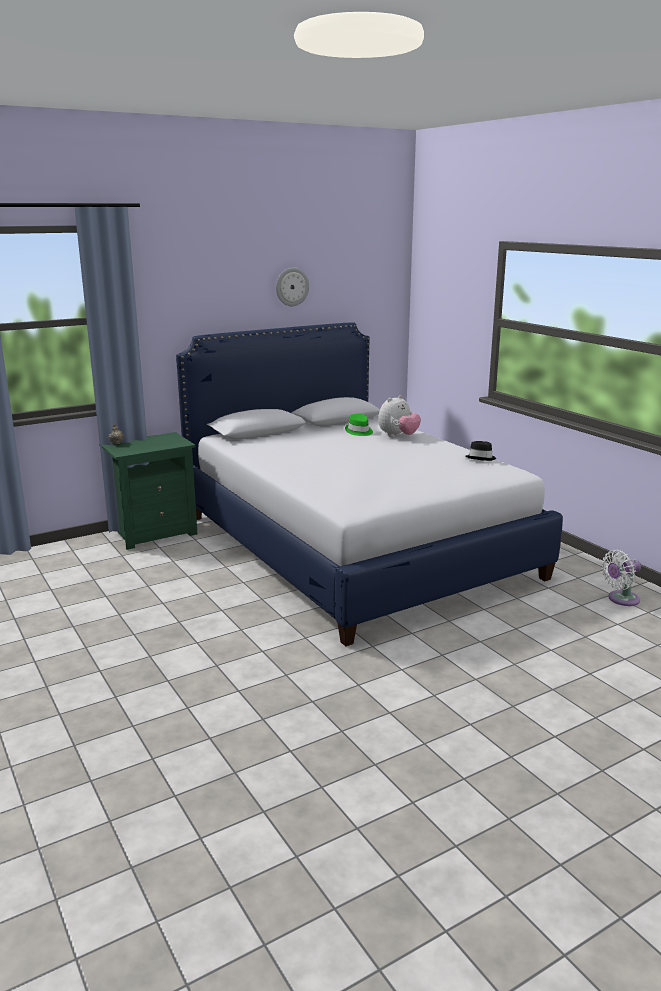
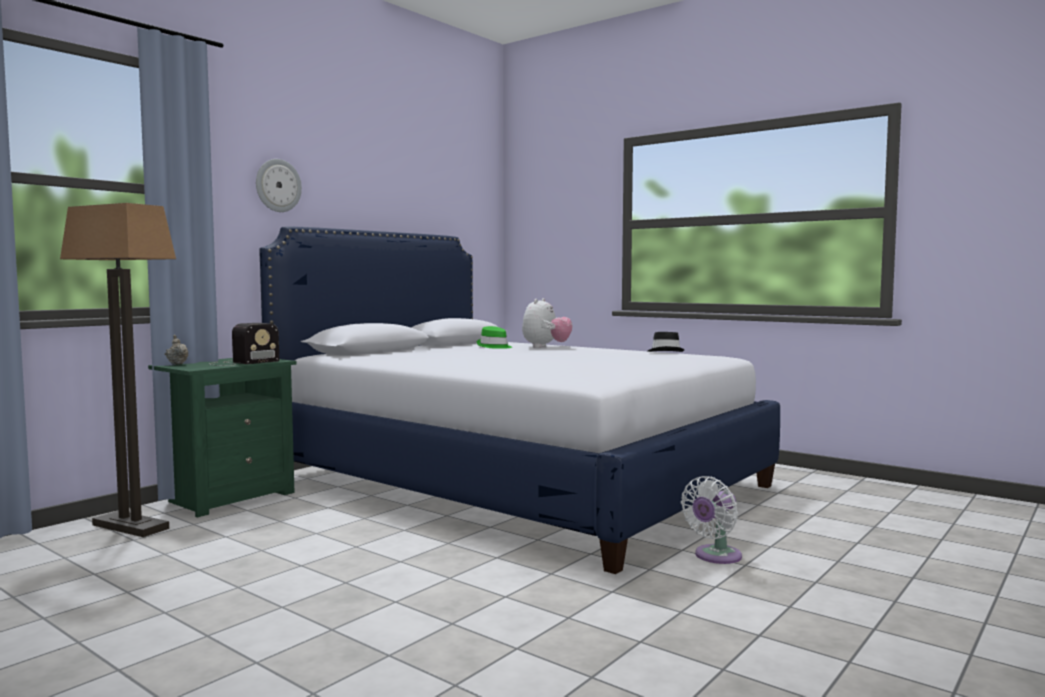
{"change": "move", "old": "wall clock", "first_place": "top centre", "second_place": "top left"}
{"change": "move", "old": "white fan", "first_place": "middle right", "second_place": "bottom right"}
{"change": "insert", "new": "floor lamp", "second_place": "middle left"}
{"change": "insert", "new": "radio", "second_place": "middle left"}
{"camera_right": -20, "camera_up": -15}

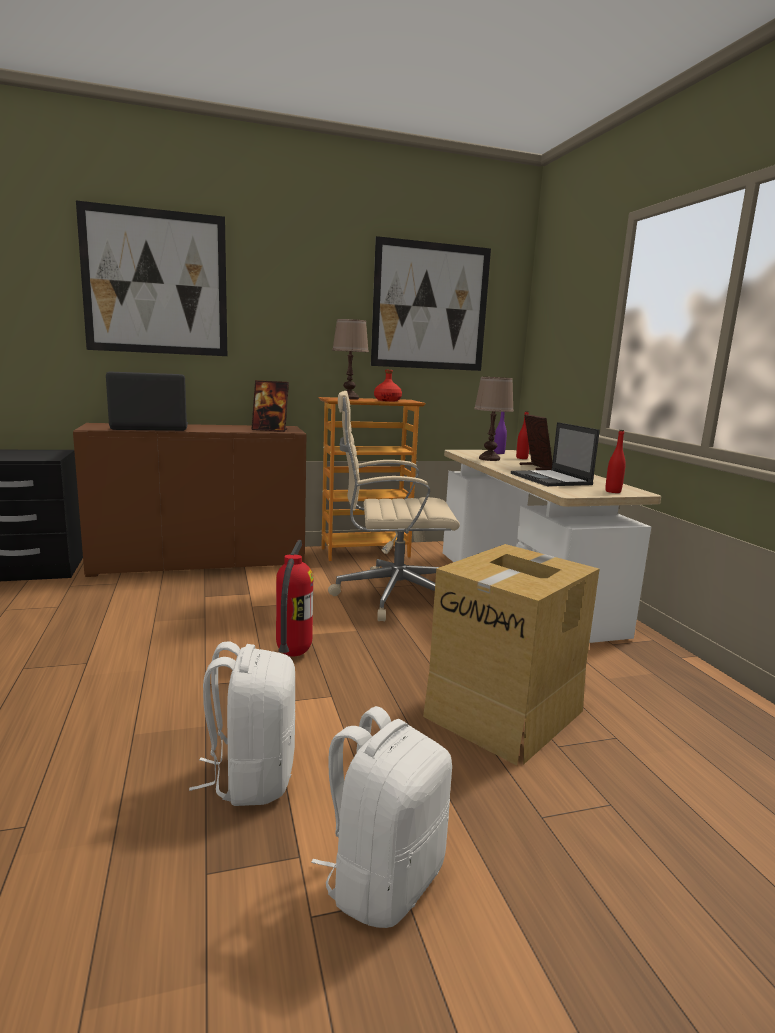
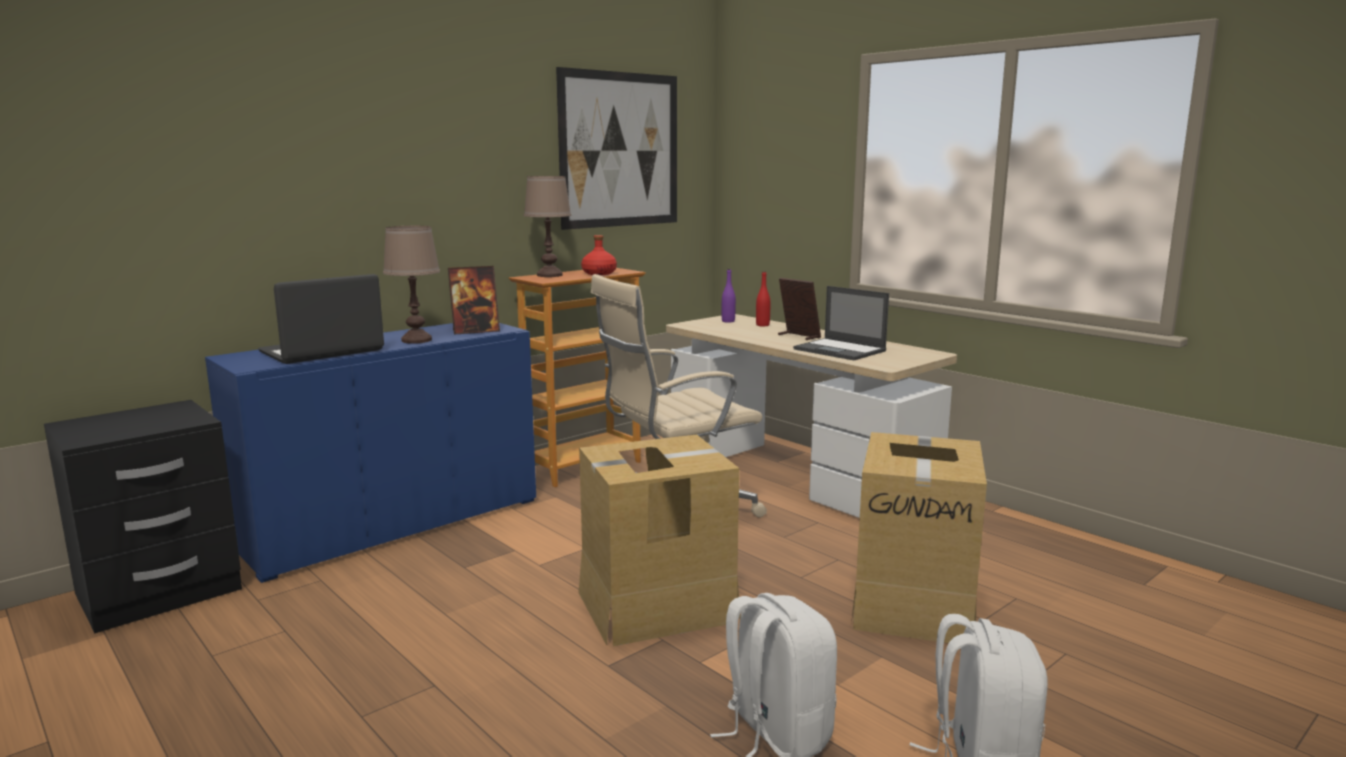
{"change": "recolor", "old": "brown cabinet", "new": "blue cabinet", "first_place": "middle left", "second_place": "middle left"}
{"change": "delete", "old": "picture (1st from left)", "first_place": "top left"}
{"change": "replace", "old": "fire extinguisher", "new": "cardboard box (1st from left)", "first_place": "centre", "second_place": "bottom centre"}
{"change": "move", "old": "brown table lamp (2nd from left in the first image)", "new": "brown table lamp (1st from left)", "first_place": "centre", "second_place": "middle left"}
{"change": "delete", "old": "red bottle (3rd from left)", "first_place": "middle right"}
{"camera_right": -25, "camera_up": 0}

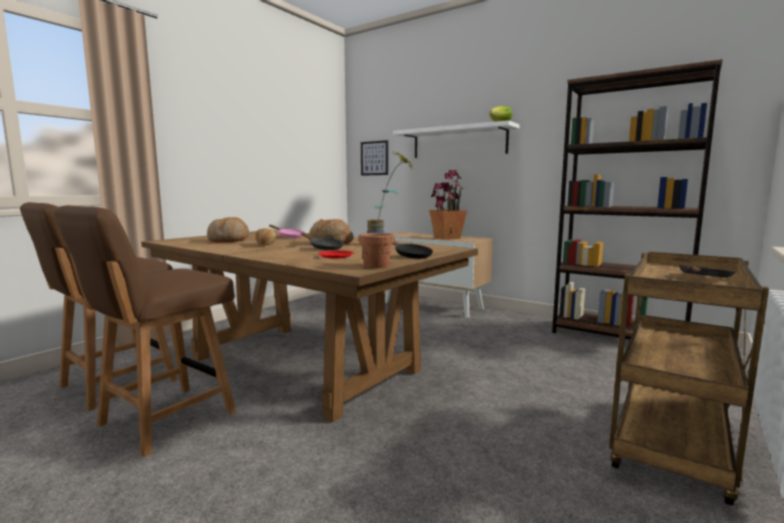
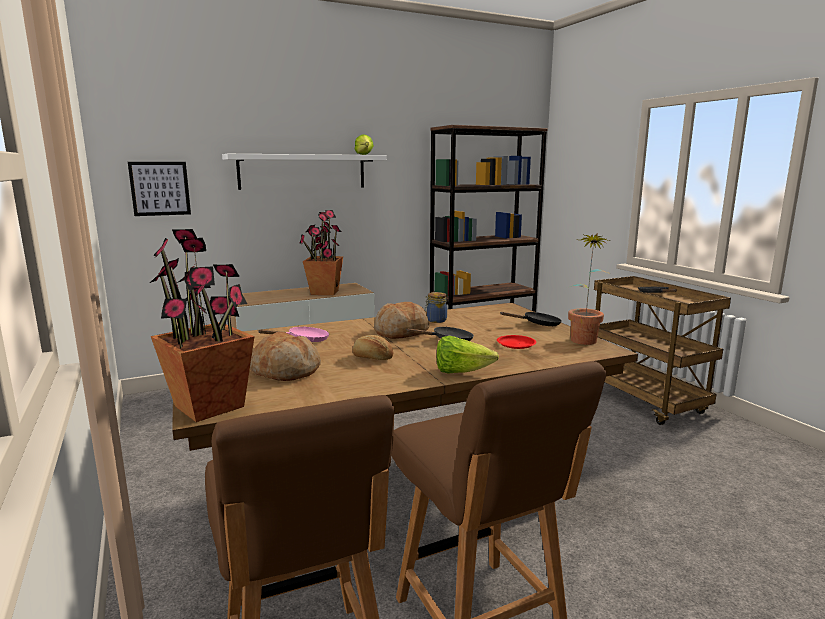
{"change": "insert", "new": "potted plant (1st from left)", "second_place": "middle left"}
{"change": "insert", "new": "lettuce (2nd from left)", "second_place": "centre"}
{"camera_right": -60, "camera_up": 5}

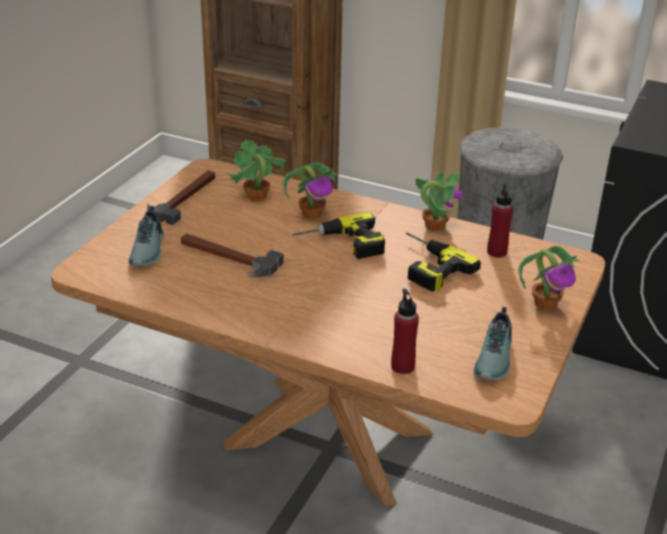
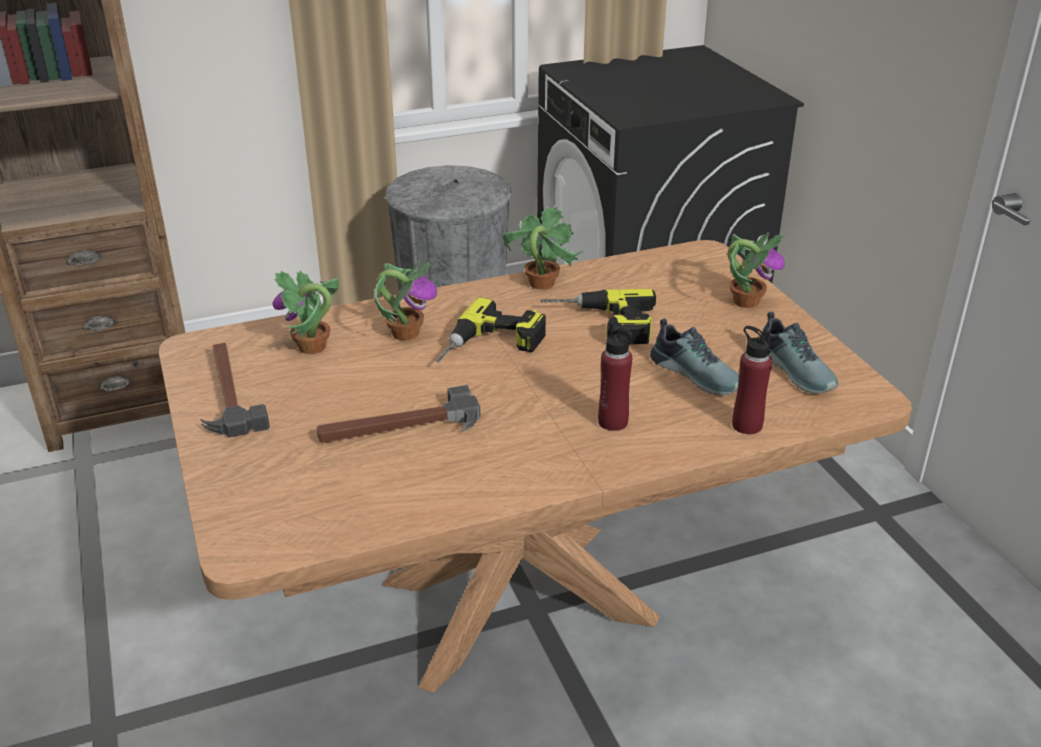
{"change": "move", "old": "shoe (1st from left)", "first_place": "middle left", "second_place": "middle right"}
{"change": "move", "old": "red bottle (2nd from left in the first image)", "new": "red bottle (1st from left)", "first_place": "middle right", "second_place": "centre"}
{"camera_right": -45, "camera_up": 0}

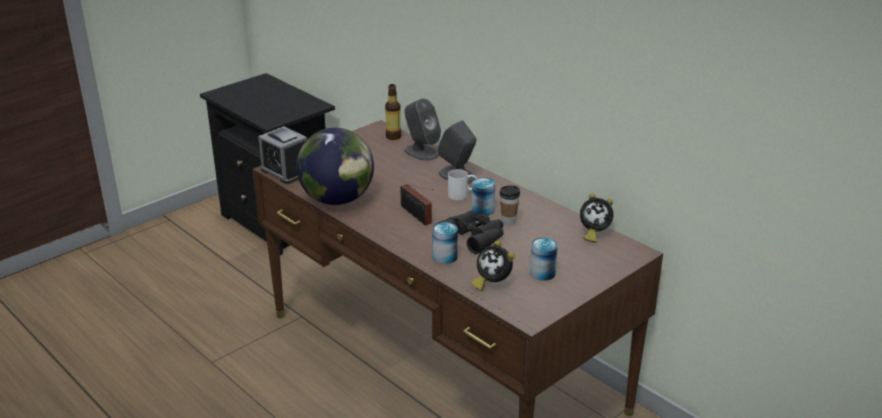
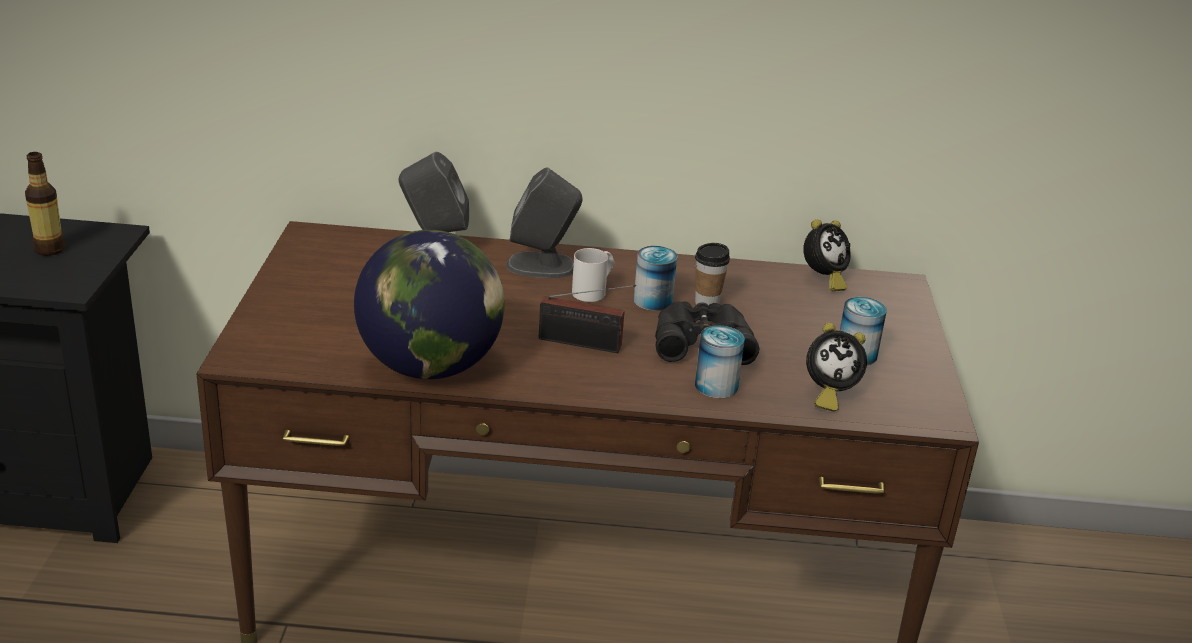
{"change": "delete", "old": "alarm clock (1st from left)", "first_place": "middle left"}
{"change": "move", "old": "bottle", "first_place": "top centre", "second_place": "top left"}
{"camera_right": -45, "camera_up": 0}

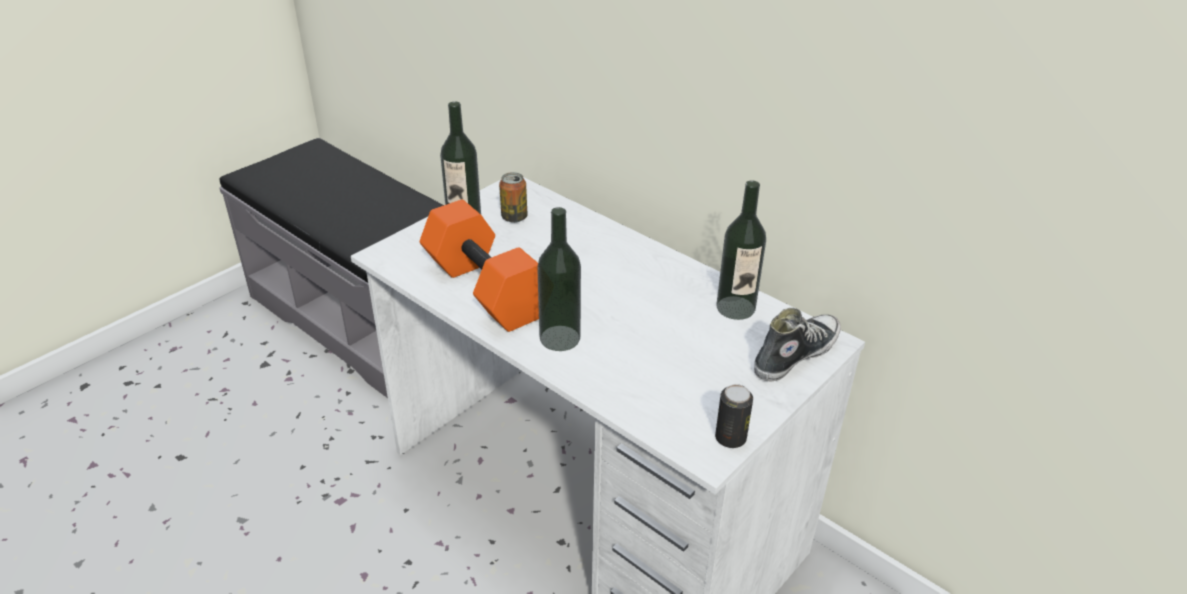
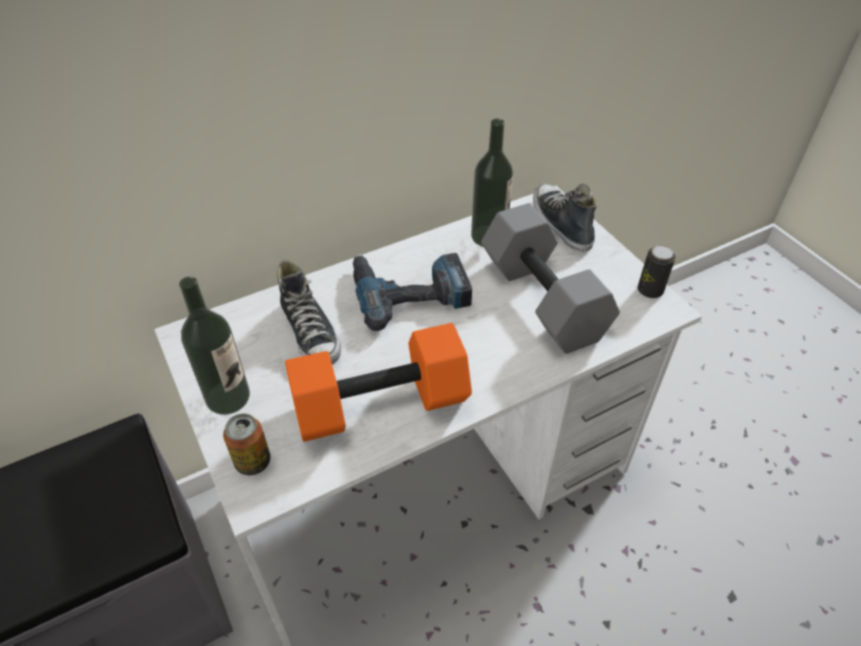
{"change": "move", "old": "can (1st from left)", "first_place": "top centre", "second_place": "bottom left"}
{"change": "delete", "old": "bottle (2nd from left)", "first_place": "centre"}
{"change": "insert", "new": "shoe (1st from left)", "second_place": "centre"}
{"change": "insert", "new": "power drill", "second_place": "centre"}
{"change": "insert", "new": "grey dumbbell", "second_place": "centre"}
{"camera_right": -70, "camera_up": 10}

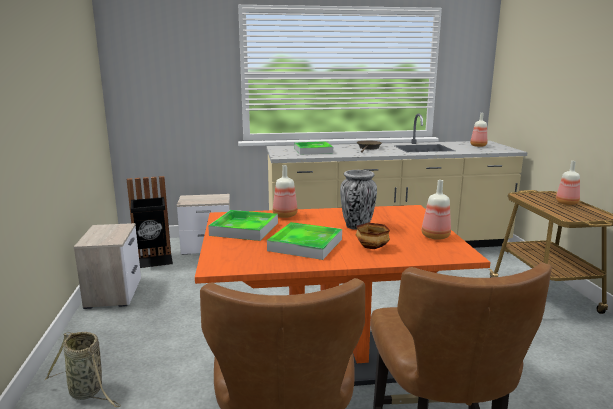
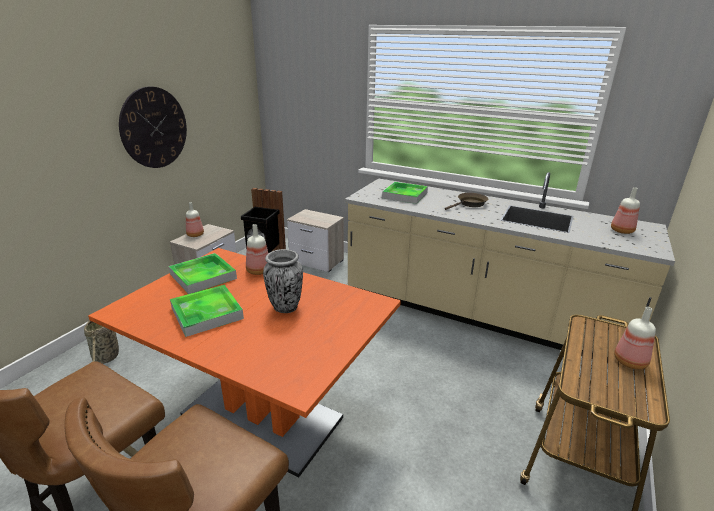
{"change": "delete", "old": "bowl", "first_place": "centre"}
{"change": "move", "old": "bottle (2nd from left in the first image)", "new": "bottle (1st from left)", "first_place": "middle right", "second_place": "middle left"}
{"change": "insert", "new": "wall clock", "second_place": "top left"}
{"camera_right": 35, "camera_up": 10}

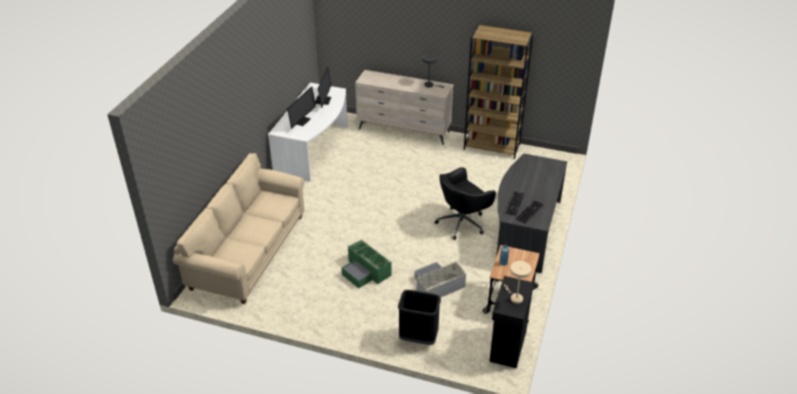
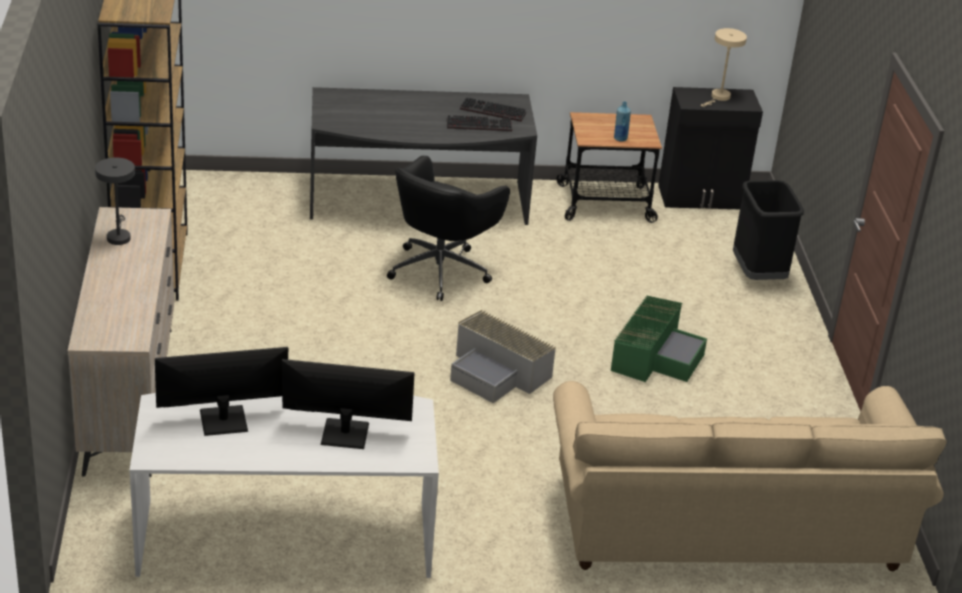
{"change": "move", "old": "grey storage box", "first_place": "bottom centre", "second_place": "centre"}
{"change": "rotate", "old": "black office chair", "first_place": "centre", "second_place": "centre", "degrees": 90}
{"camera_right": -115, "camera_up": -5}

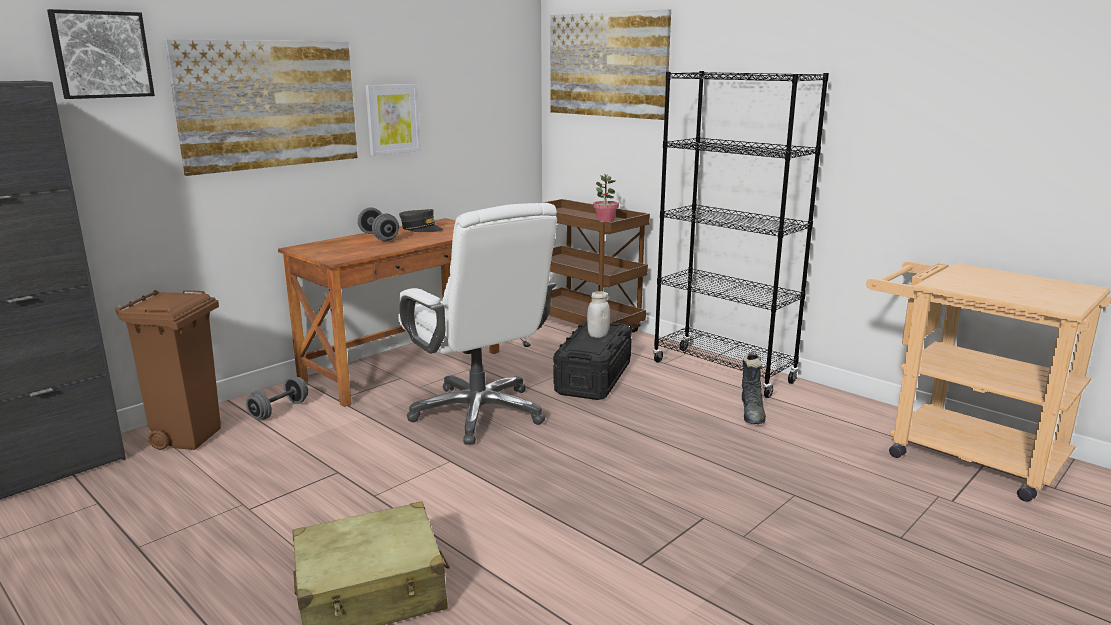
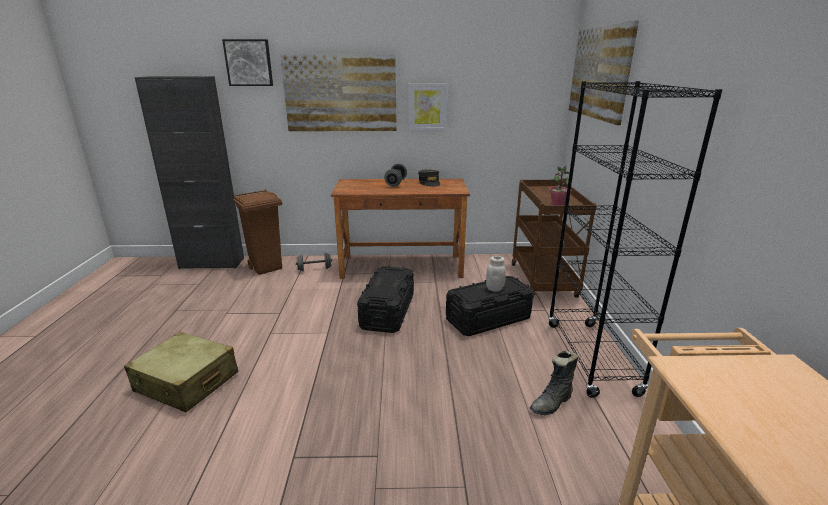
{"change": "replace", "old": "white office chair", "new": "black storage box (1st from left)", "first_place": "centre", "second_place": "centre"}
{"camera_right": 45, "camera_up": 5}

